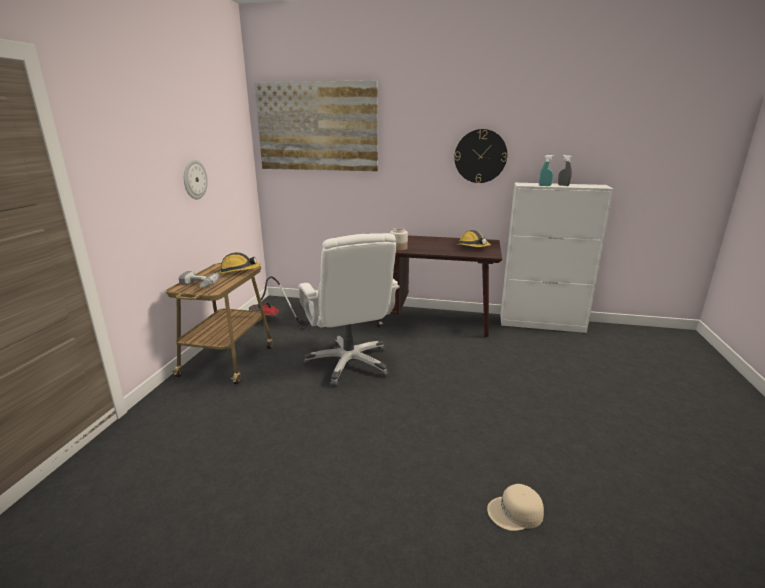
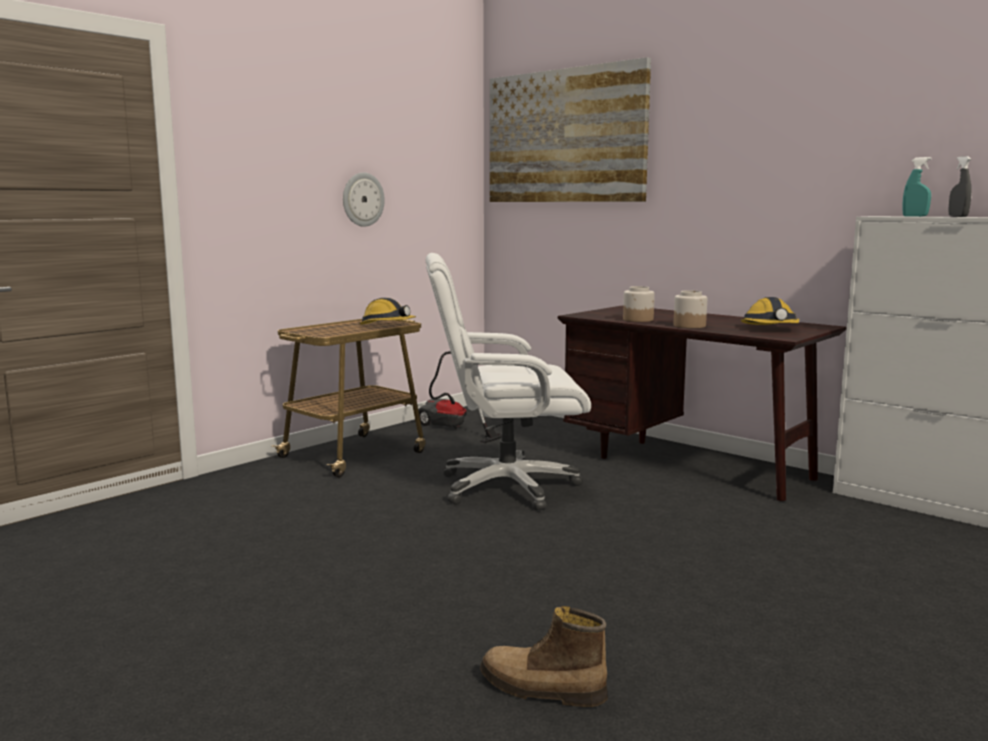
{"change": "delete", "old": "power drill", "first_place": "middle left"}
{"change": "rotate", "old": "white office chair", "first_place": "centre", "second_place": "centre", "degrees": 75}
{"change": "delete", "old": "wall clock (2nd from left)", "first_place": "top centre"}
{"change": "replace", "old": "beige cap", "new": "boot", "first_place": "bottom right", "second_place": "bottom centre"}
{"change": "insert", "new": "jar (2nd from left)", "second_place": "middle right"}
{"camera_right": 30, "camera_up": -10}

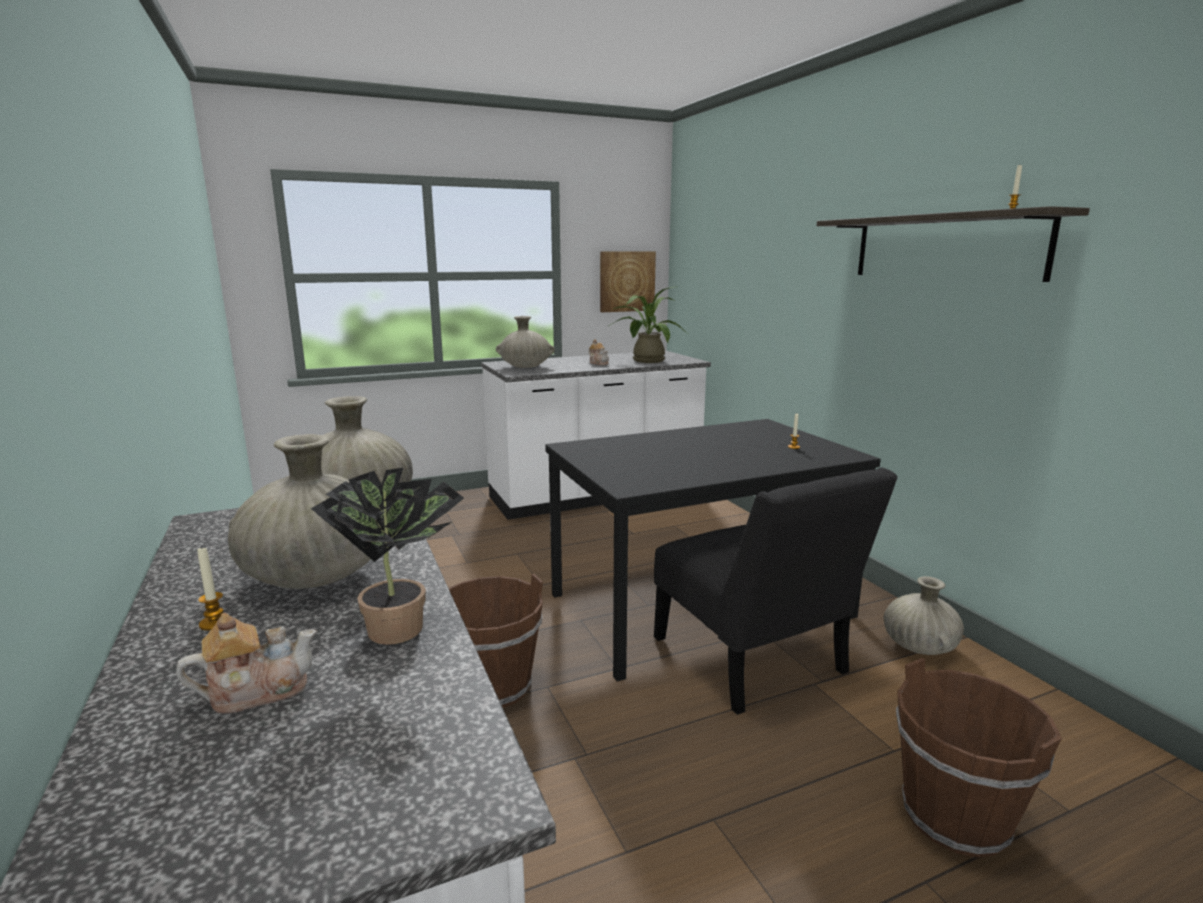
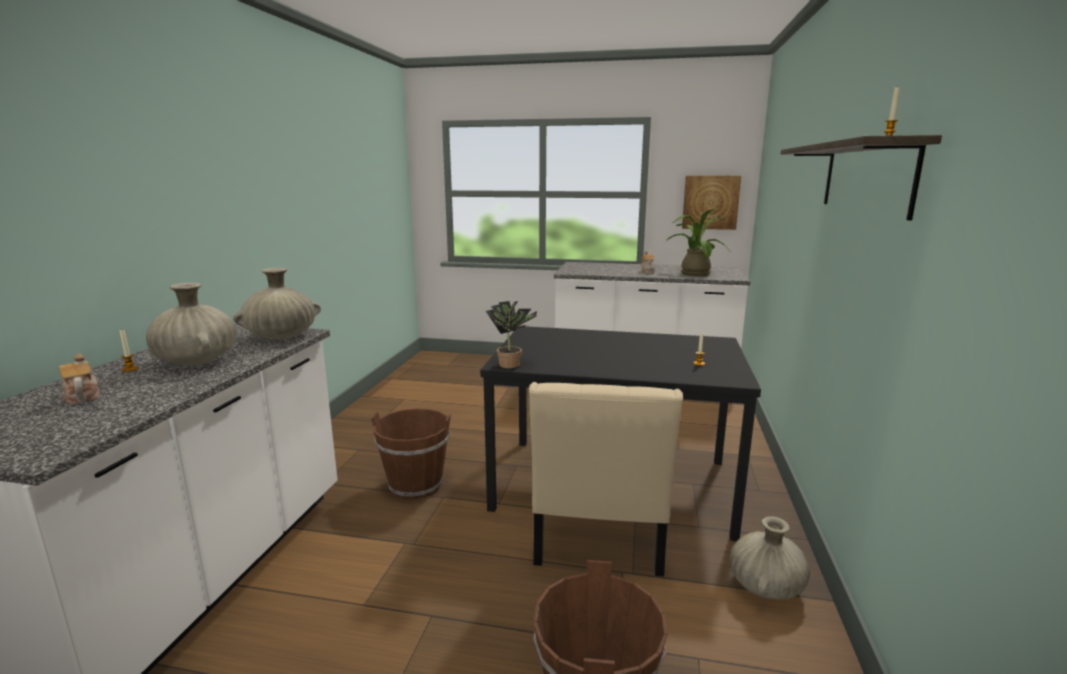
{"change": "rotate", "old": "teapot (1st from left)", "first_place": "bottom left", "second_place": "middle left", "degrees": -135}
{"change": "move", "old": "potted plant (1st from left)", "first_place": "middle left", "second_place": "centre"}
{"change": "delete", "old": "beige vase (3rd from left)", "first_place": "centre"}
{"change": "recolor", "old": "black chair", "new": "beige chair", "first_place": "centre", "second_place": "bottom centre"}
{"camera_right": 35, "camera_up": 0}

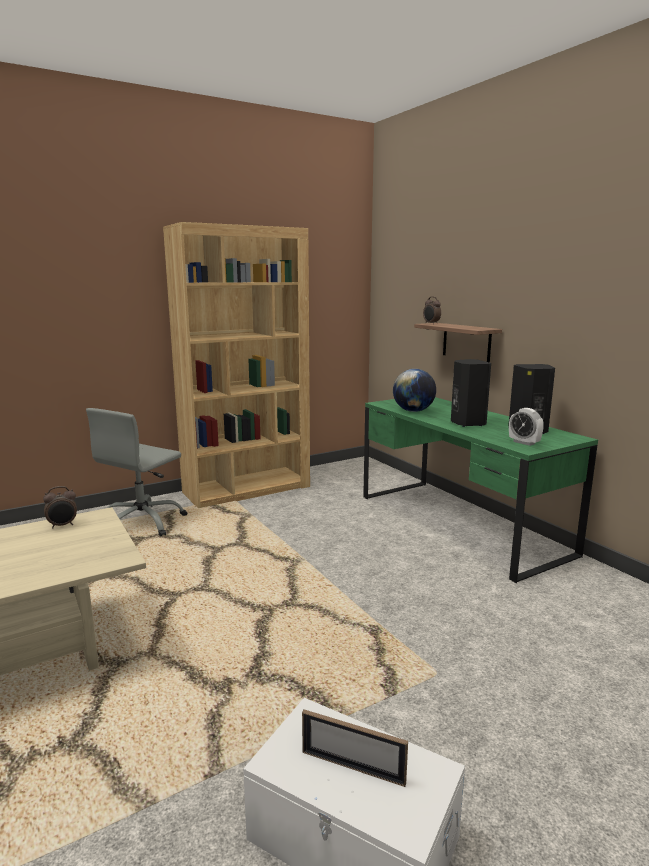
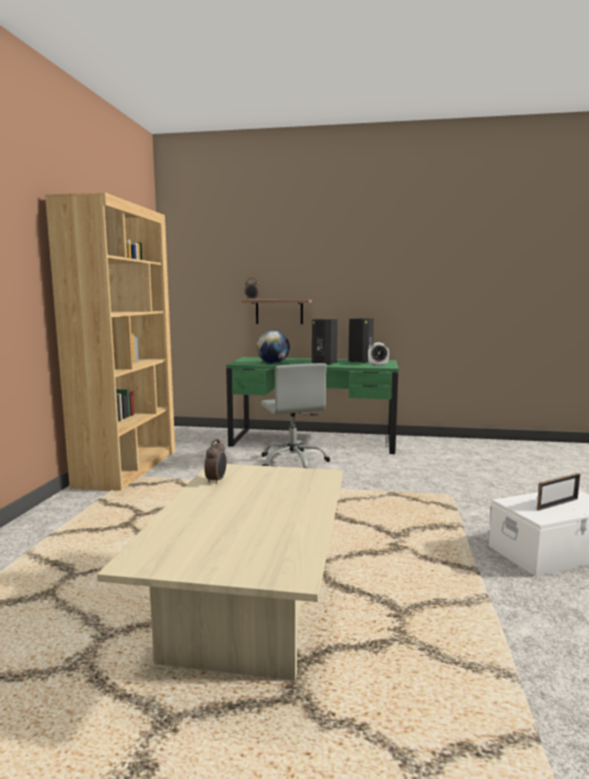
{"change": "move", "old": "grey office chair", "first_place": "middle left", "second_place": "centre"}
{"camera_right": -50, "camera_up": -5}

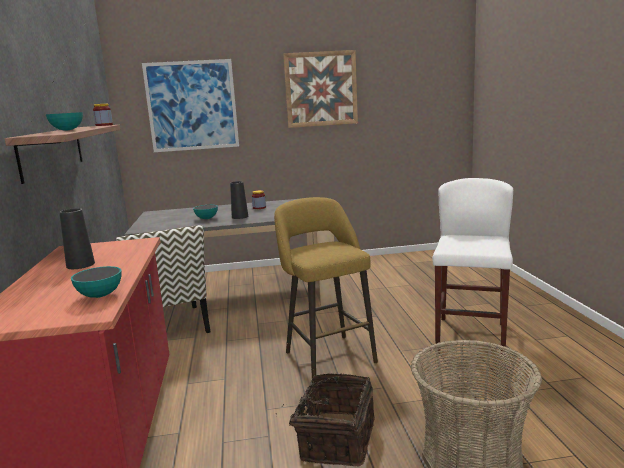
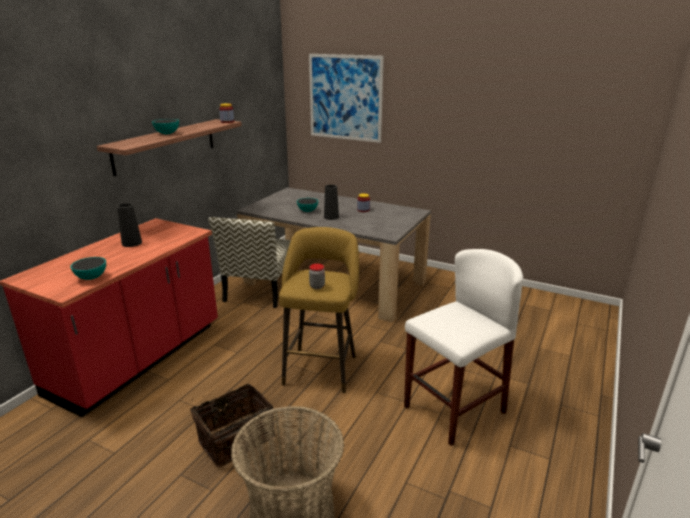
{"change": "delete", "old": "picture (2nd from left)", "first_place": "top centre"}
{"change": "insert", "new": "jar (2nd from left)", "second_place": "centre"}
{"camera_right": 35, "camera_up": 10}

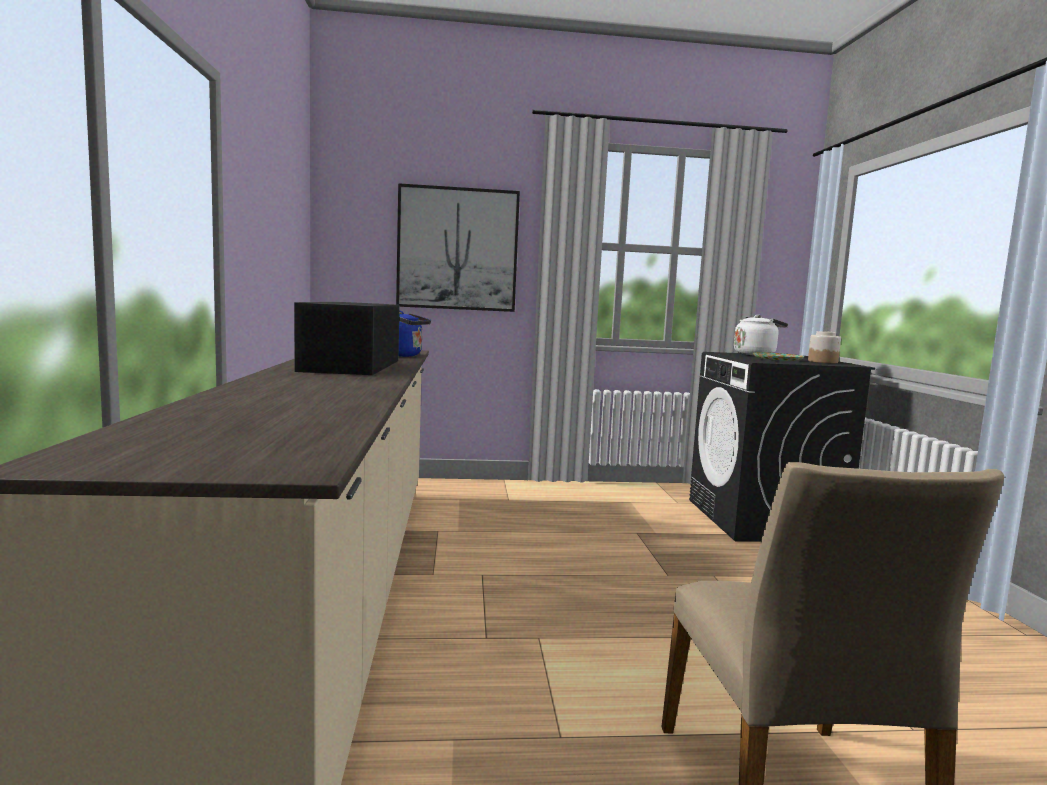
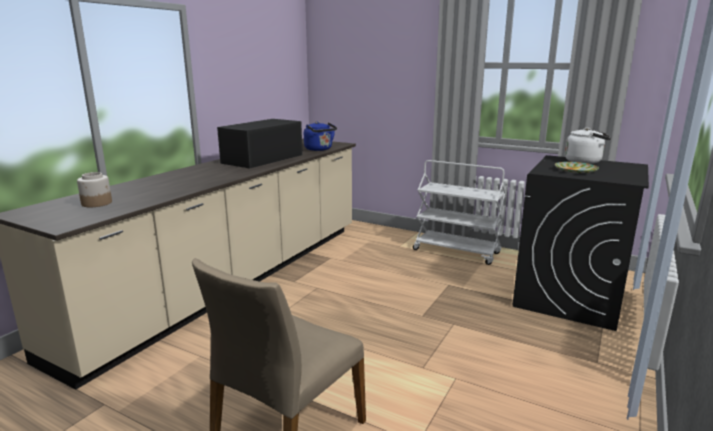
{"change": "delete", "old": "picture", "first_place": "top centre"}
{"change": "move", "old": "jar", "first_place": "middle right", "second_place": "middle left"}
{"change": "insert", "new": "white cart", "second_place": "centre"}
{"camera_right": 35, "camera_up": 10}

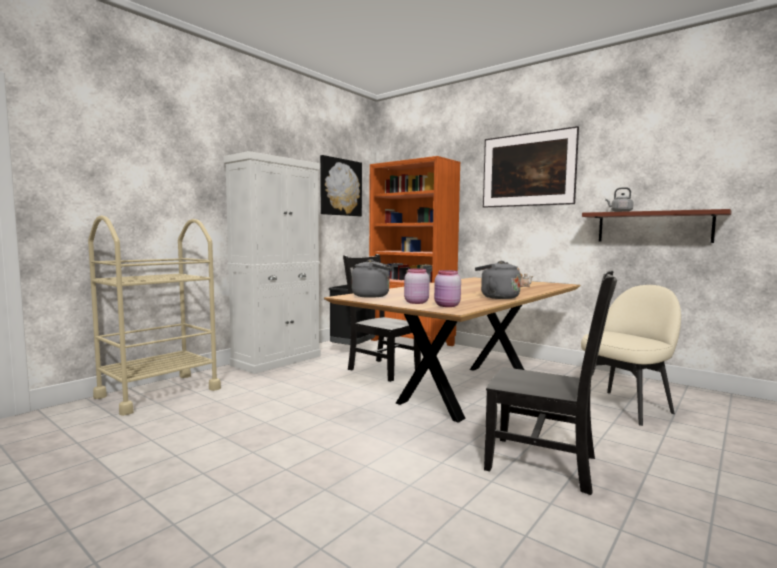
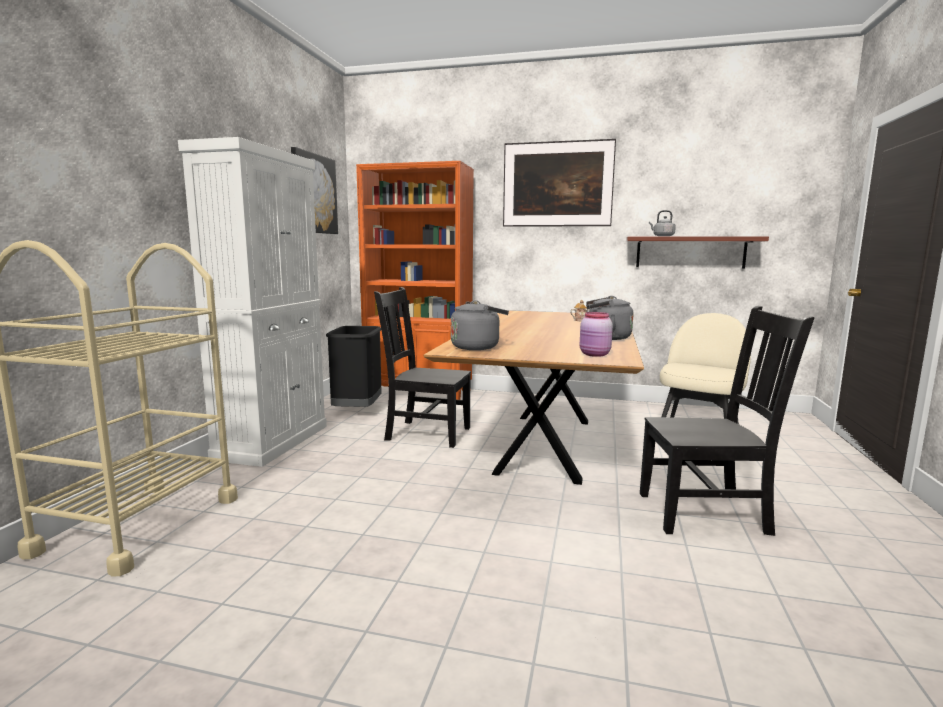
{"change": "delete", "old": "pink jar (1st from left)", "first_place": "centre"}
{"camera_right": -25, "camera_up": 5}

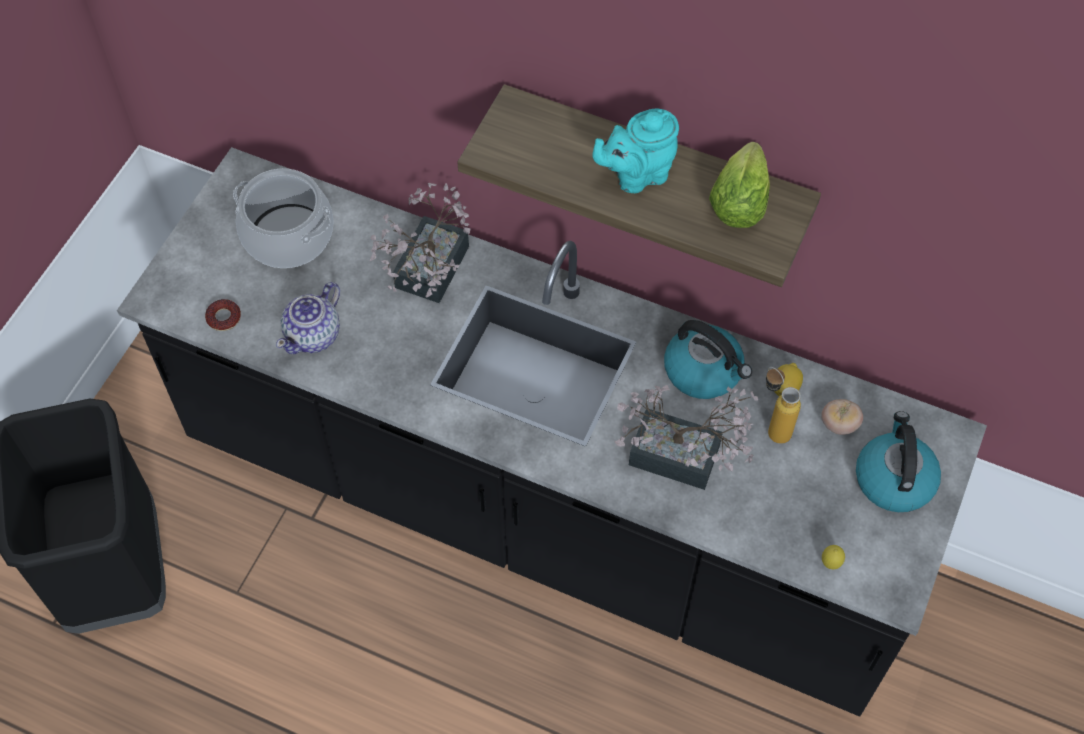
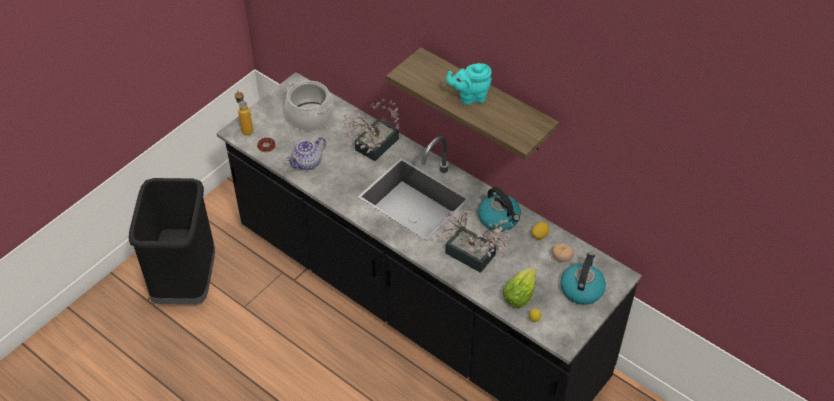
{"change": "move", "old": "lettuce", "first_place": "top right", "second_place": "bottom centre"}
{"change": "move", "old": "bottle", "first_place": "middle right", "second_place": "top left"}
{"camera_right": 15, "camera_up": -10}

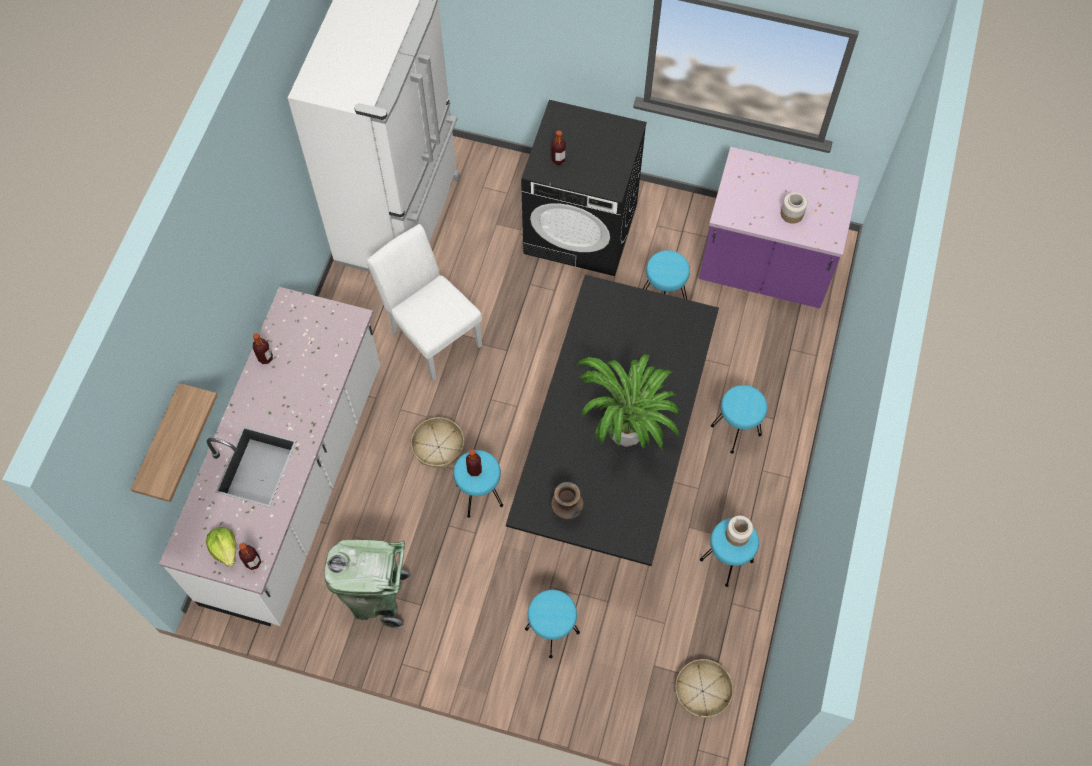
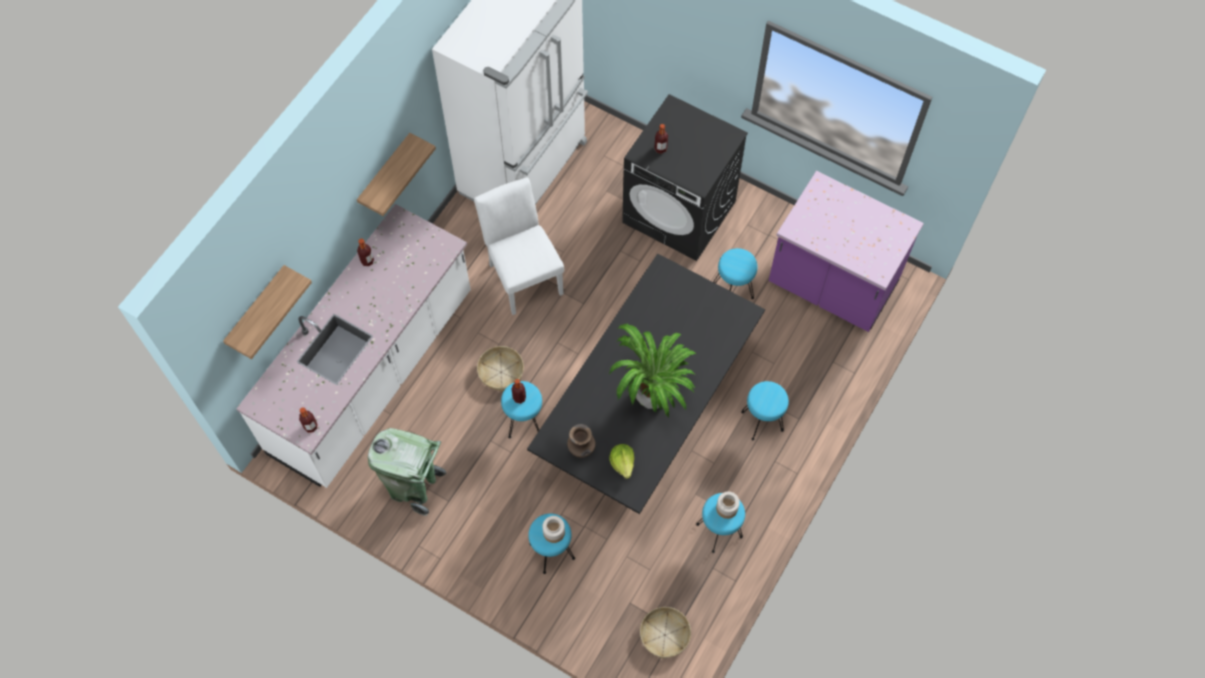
{"change": "move", "old": "lettuce", "first_place": "bottom left", "second_place": "bottom centre"}
{"change": "move", "old": "jar (2nd from left in the first image)", "new": "jar (1st from left)", "first_place": "top right", "second_place": "bottom centre"}
{"change": "insert", "new": "shelf (2nd from left)", "second_place": "top left"}
{"camera_right": 15, "camera_up": 0}

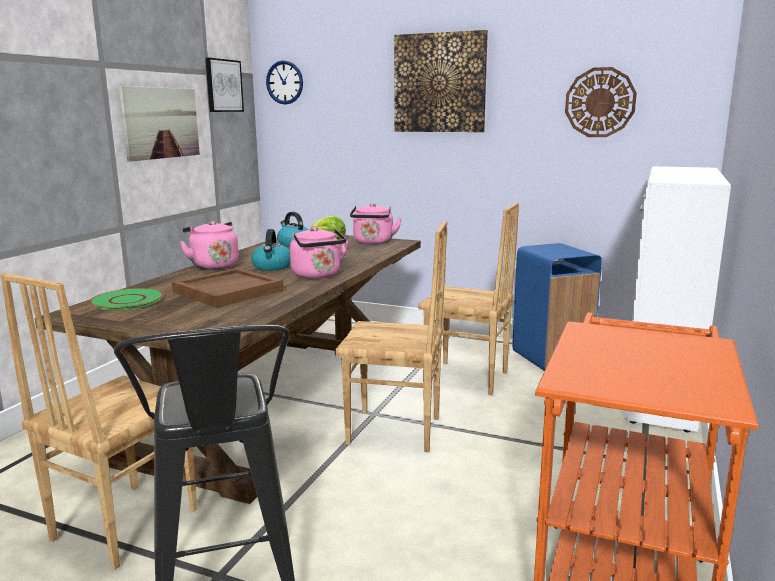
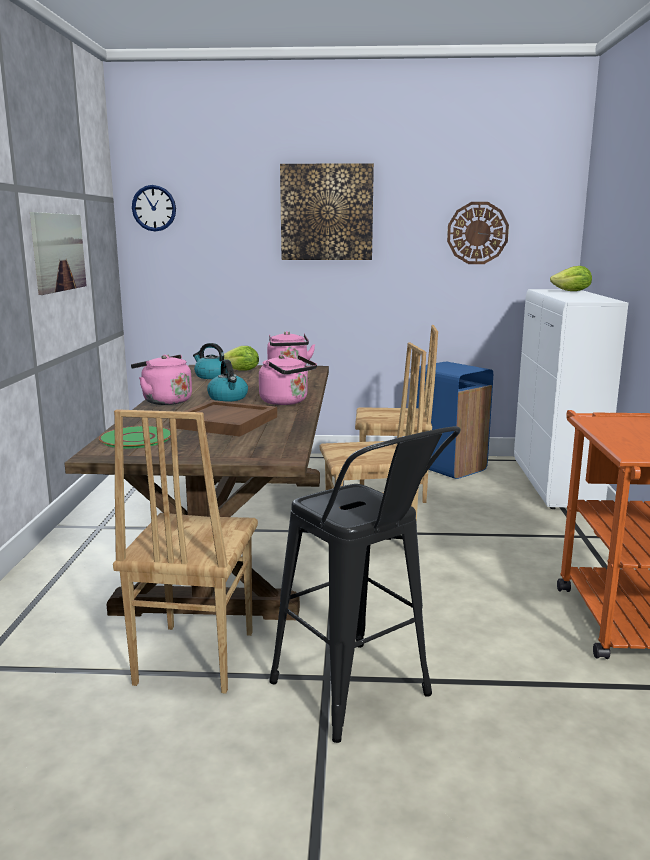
{"change": "delete", "old": "picture (2nd from left)", "first_place": "top left"}
{"change": "insert", "new": "lettuce (2nd from left)", "second_place": "top right"}
{"camera_right": -20, "camera_up": 0}

